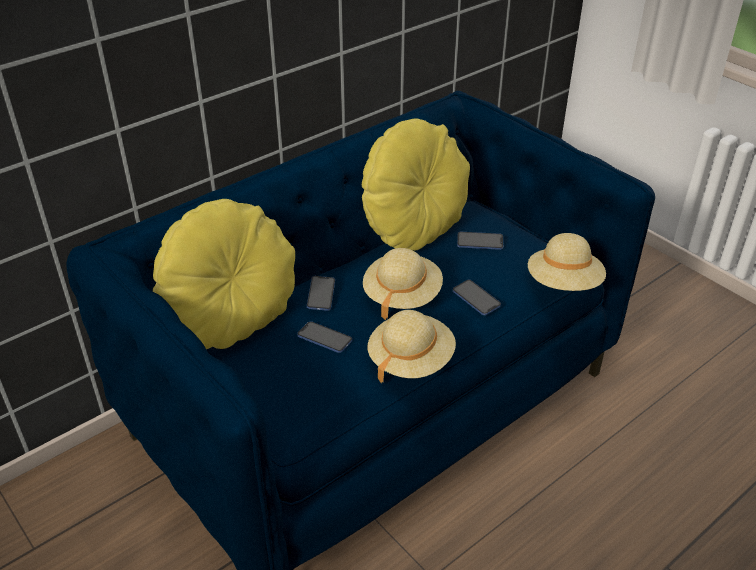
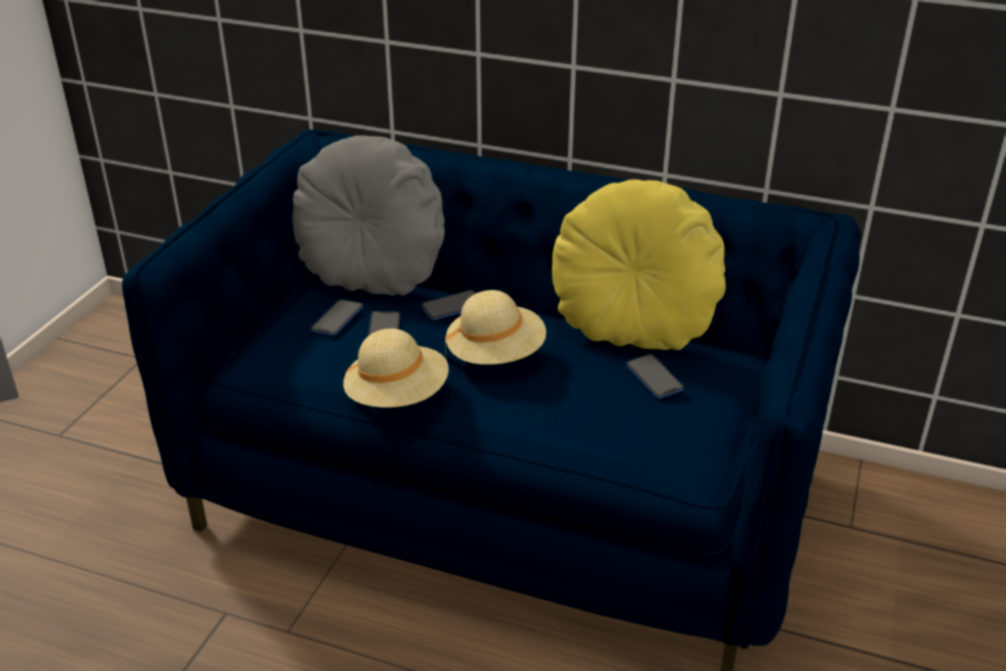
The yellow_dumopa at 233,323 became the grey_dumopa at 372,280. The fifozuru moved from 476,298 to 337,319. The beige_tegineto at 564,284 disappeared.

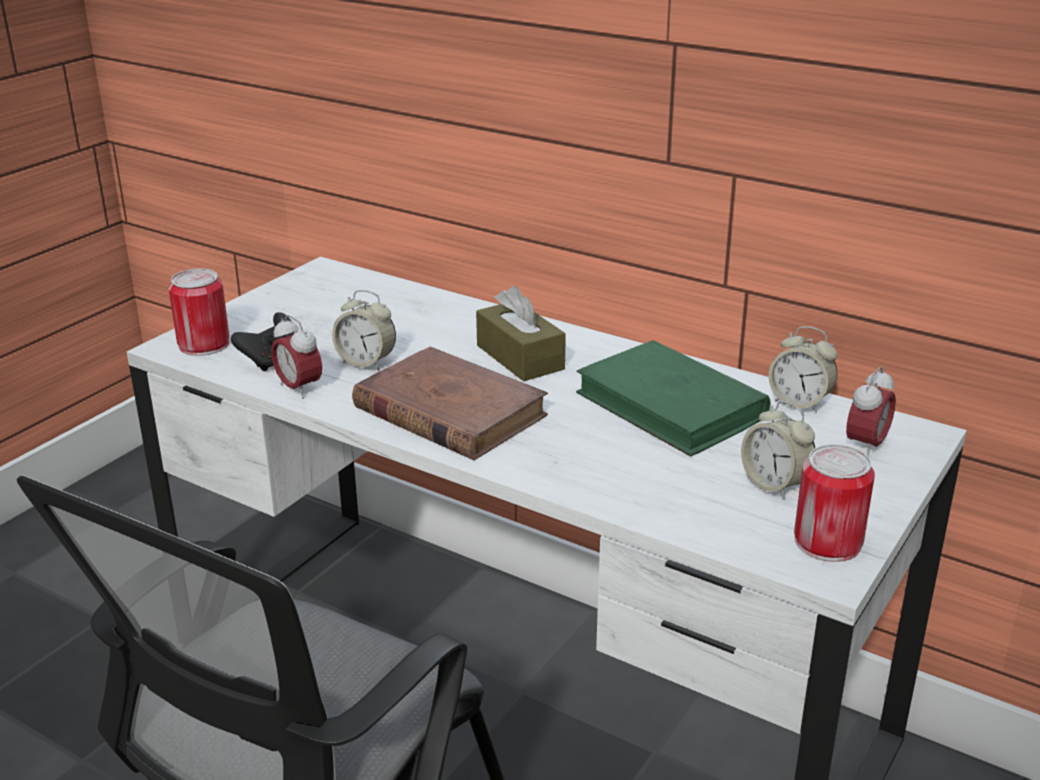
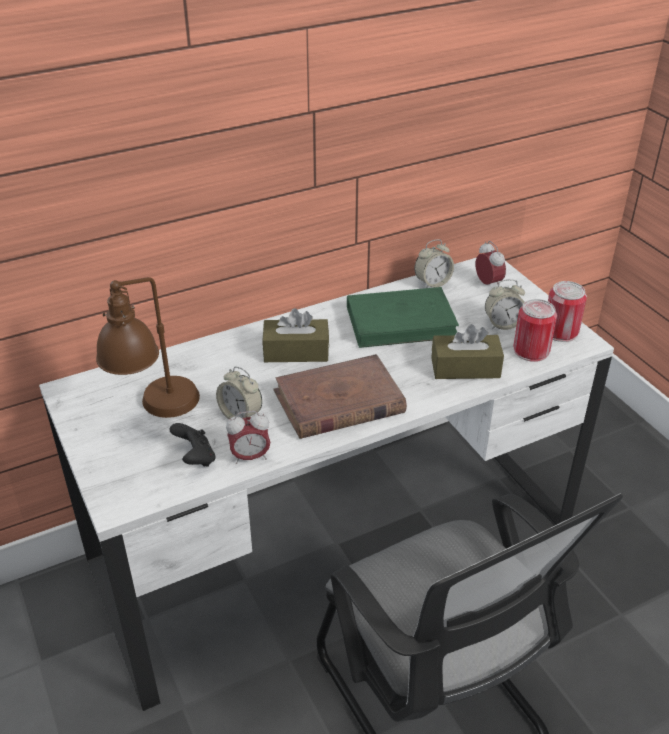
The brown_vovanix at 157,414 appeared. The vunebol at 366,362 turned 75 degrees clockwise. The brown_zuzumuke at 465,368 appeared. The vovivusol moved from 204,344 to 531,350.

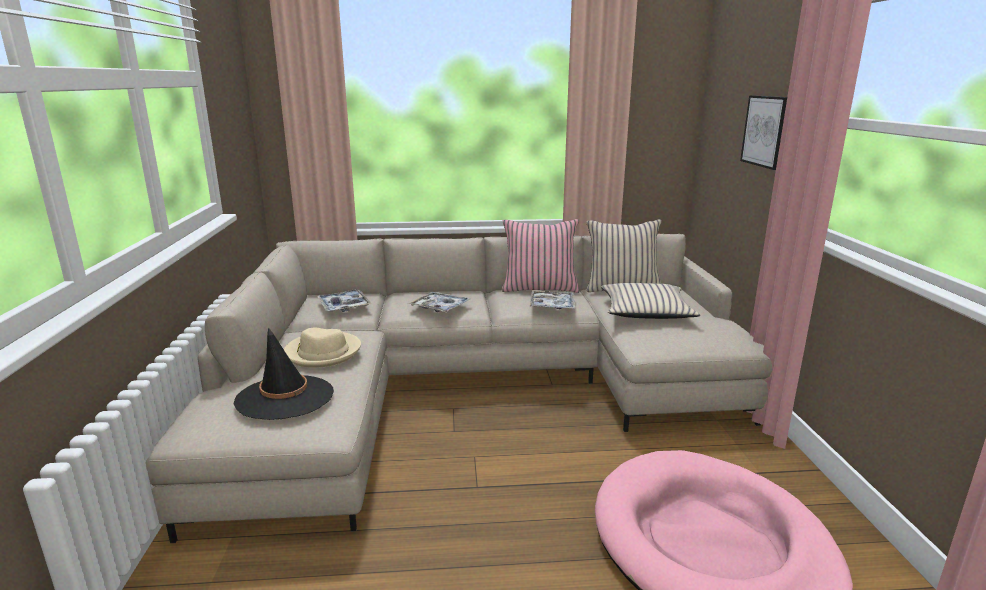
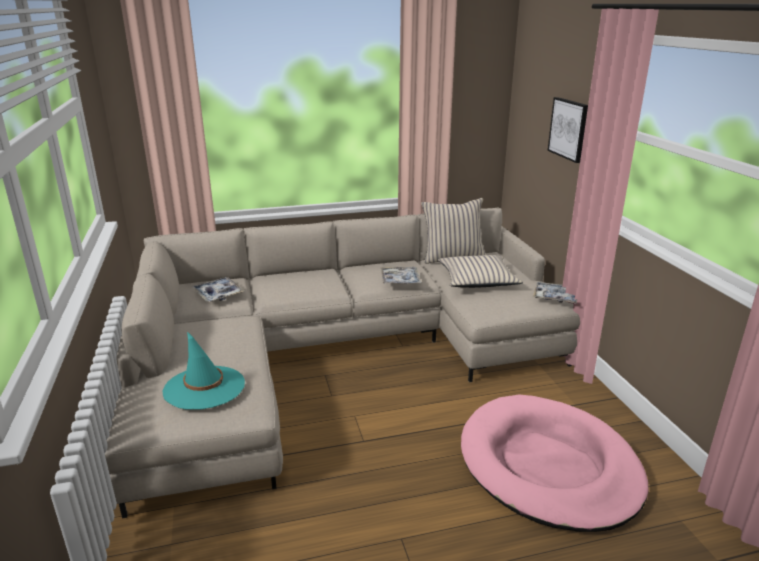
The black_tegineto at 285,397 became the turquoise_tegineto at 204,388. The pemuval moved from 440,307 to 555,297. The beige_tegineto at 322,352 disappeared. The pink_dumopa at 539,288 disappeared.

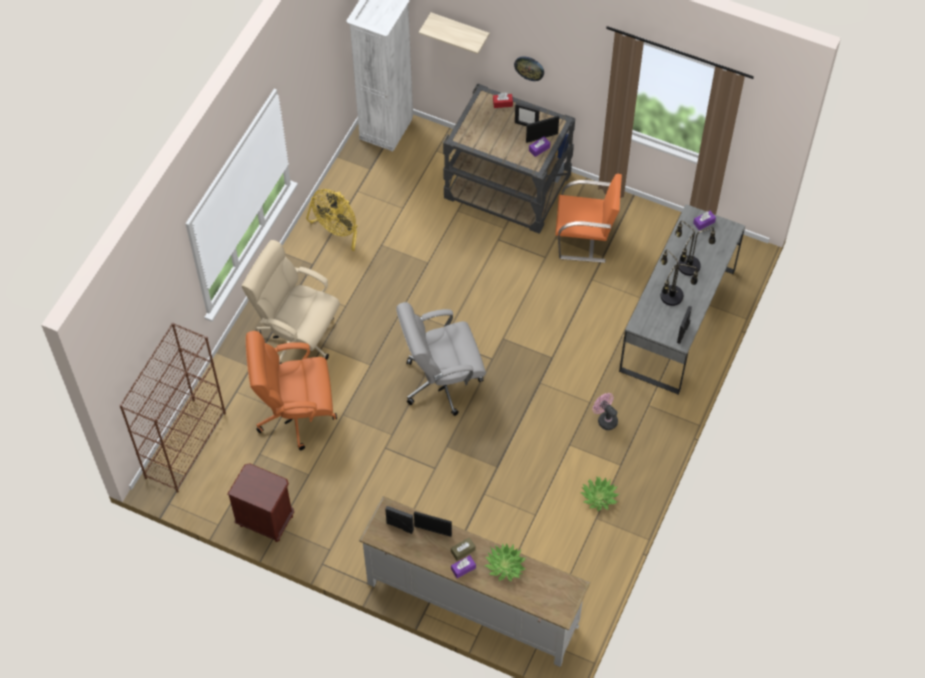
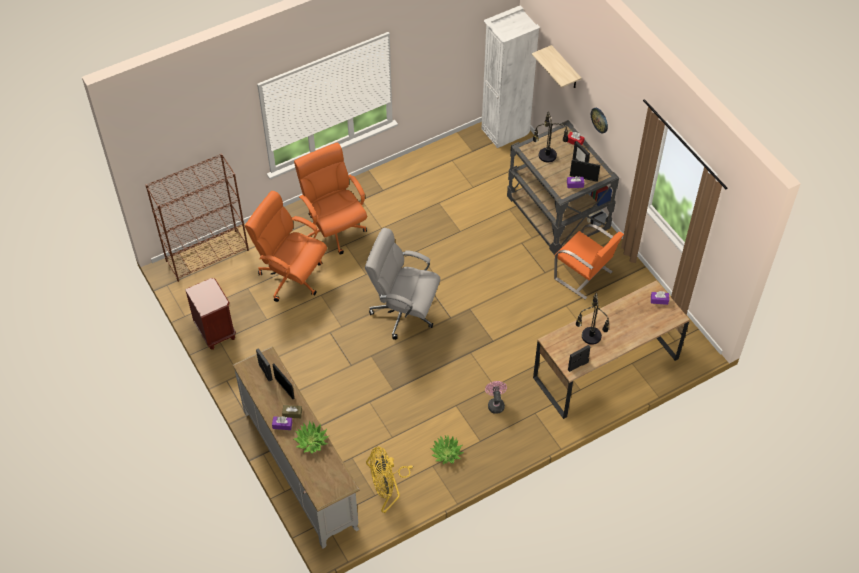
The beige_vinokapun at 297,337 became the orange_vinokapun at 334,230. The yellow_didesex moved from 338,227 to 387,484. The vovanix moved from 688,265 to 547,155. The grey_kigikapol at 677,320 became the brown_kigikapol at 606,368.

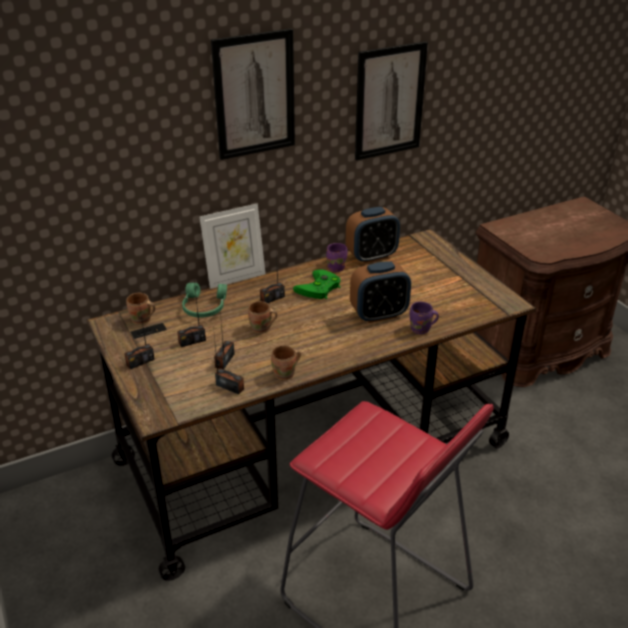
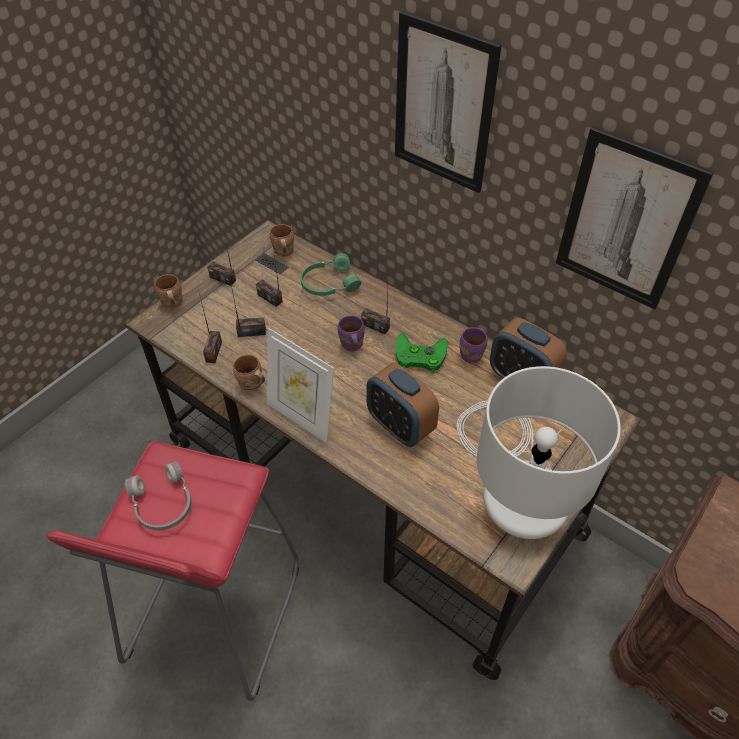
The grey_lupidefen at 162,503 appeared. The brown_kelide moved from 261,329 to 171,304. The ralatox moved from 235,278 to 301,417. The purple_kelide moved from 421,330 to 351,346. The white_vovanix at 510,480 appeared.

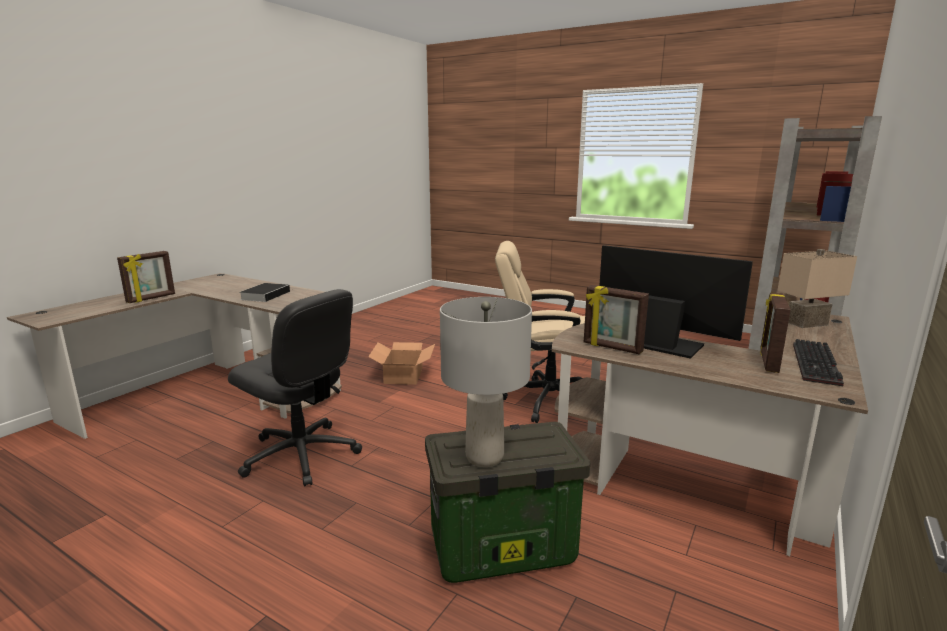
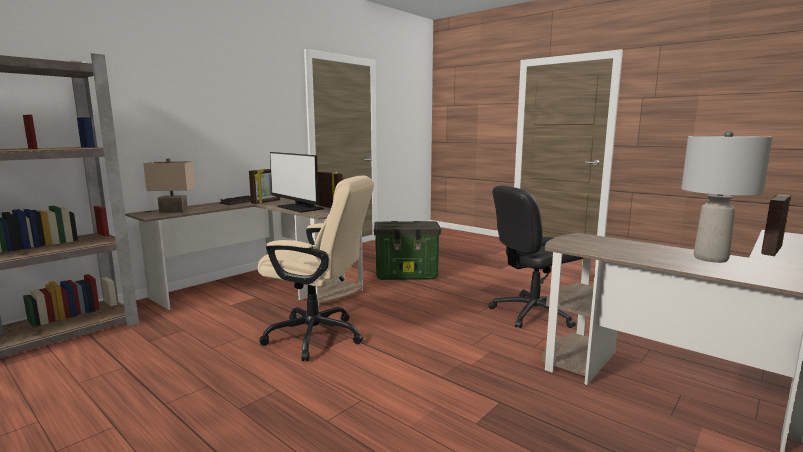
The black_vinokapun at 301,455 turned 60 degrees counterclockwise. The grey_vovanix moved from 484,457 to 710,258. The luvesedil at 266,295 disappeared. The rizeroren at 403,376 disappeared.

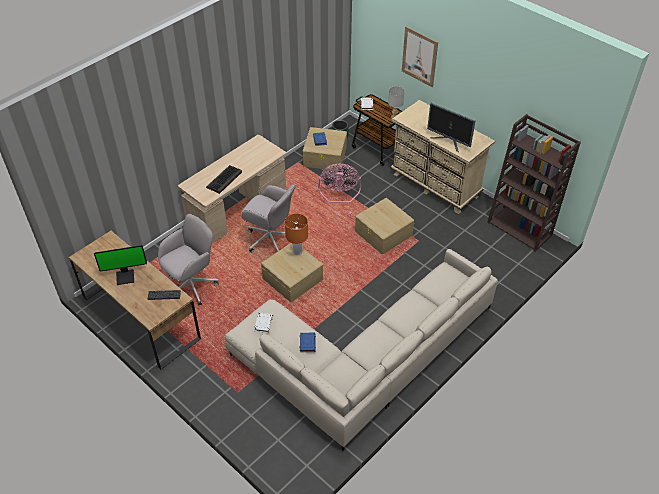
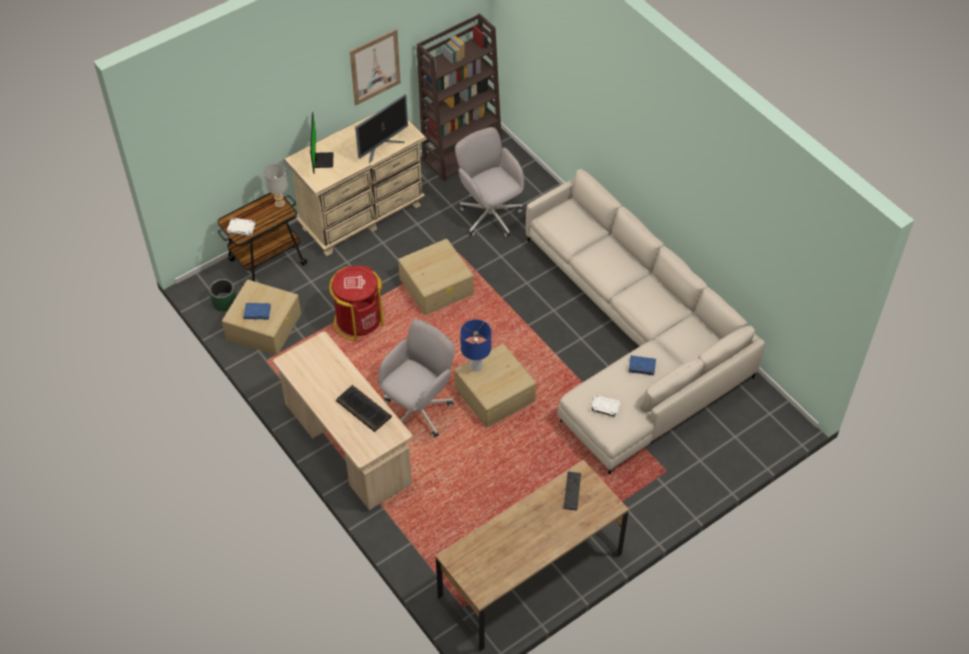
The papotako moved from 125,276 to 321,160. The pink_didesex at 341,198 was replaced by the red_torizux at 358,321. The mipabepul moved from 419,57 to 375,67. The grey_vinokapun moved from 192,286 to 490,216. The orange_vovanix at 297,251 became the blue_vovanix at 476,366.

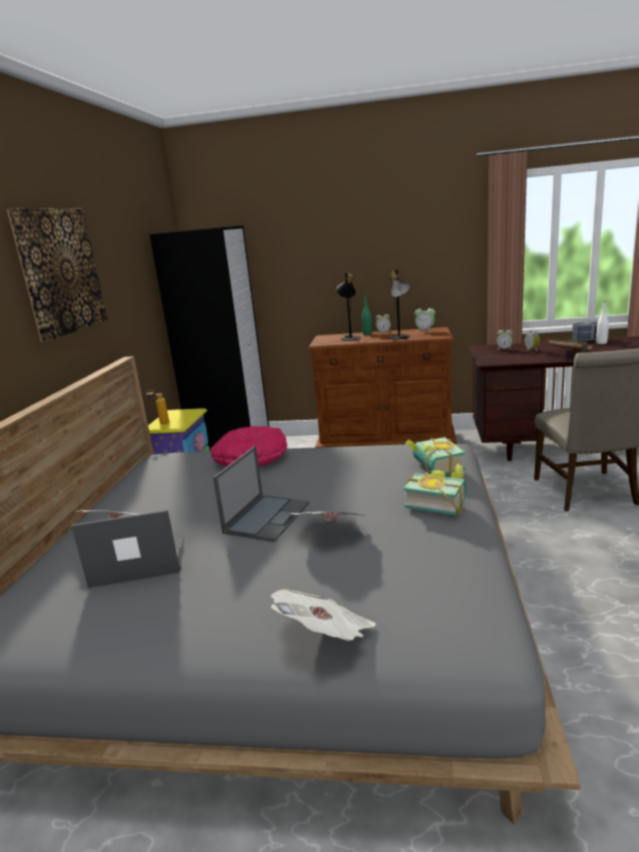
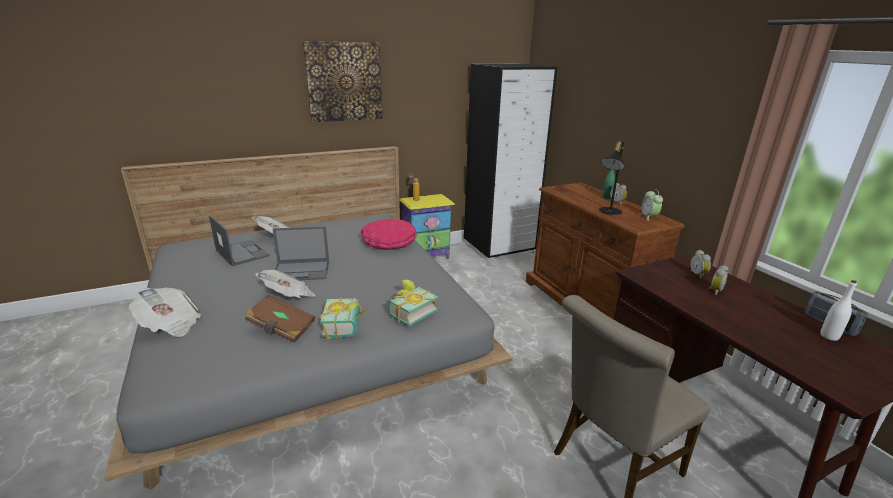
The brown_luvesedil moved from 569,354 to 281,328. The black_vovanix at 350,337 disappeared.

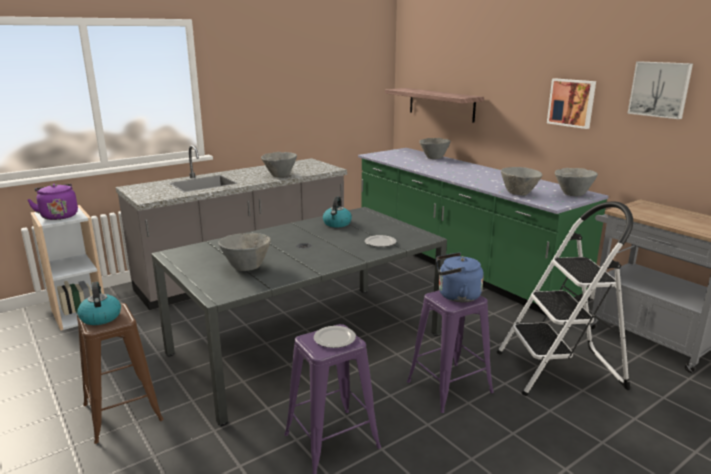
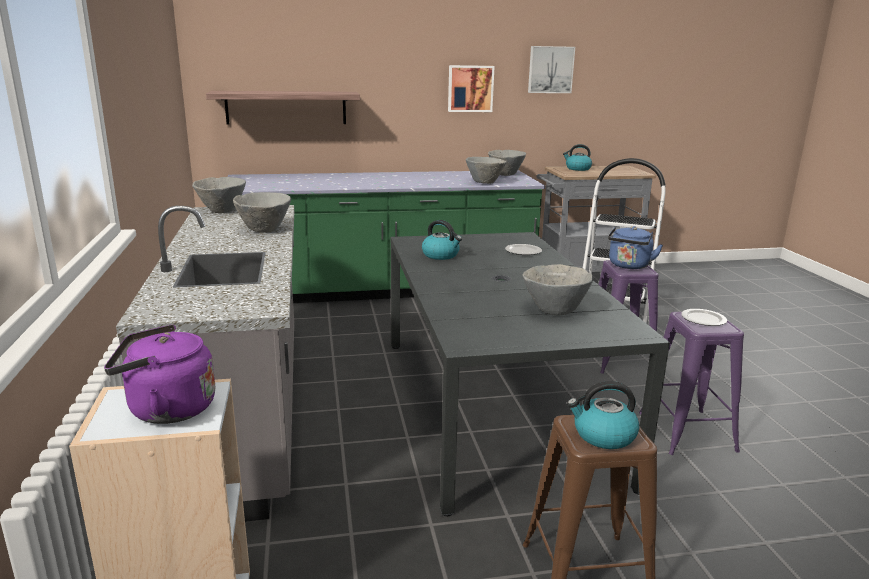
The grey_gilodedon moved from 433,158 to 222,211. The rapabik at 577,169 appeared.

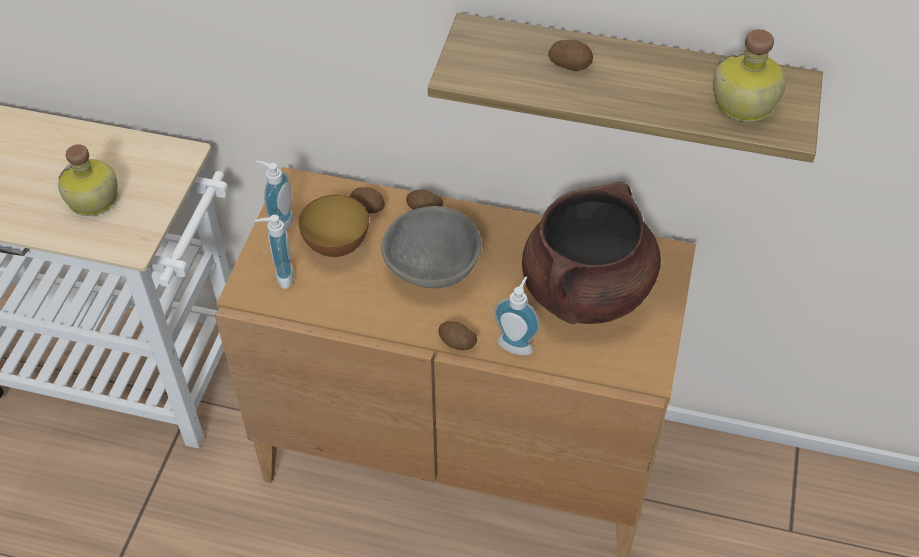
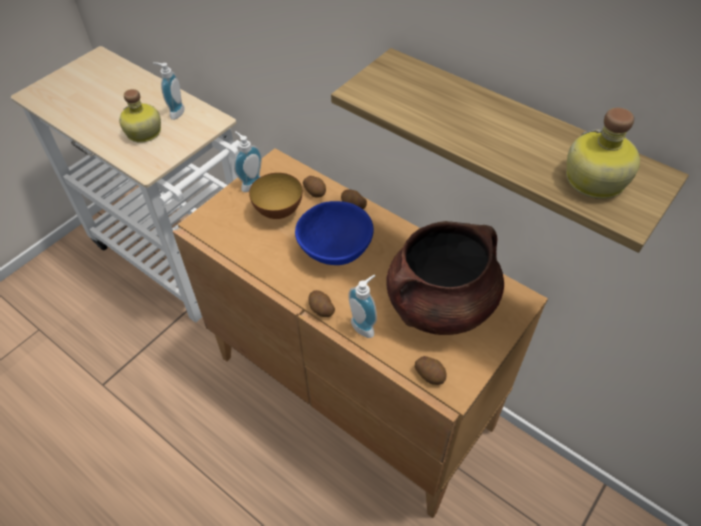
The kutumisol moved from 280,275 to 175,112. The grey_gilodedon at 430,267 became the blue_gilodedon at 334,248. The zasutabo moved from 570,64 to 430,374.

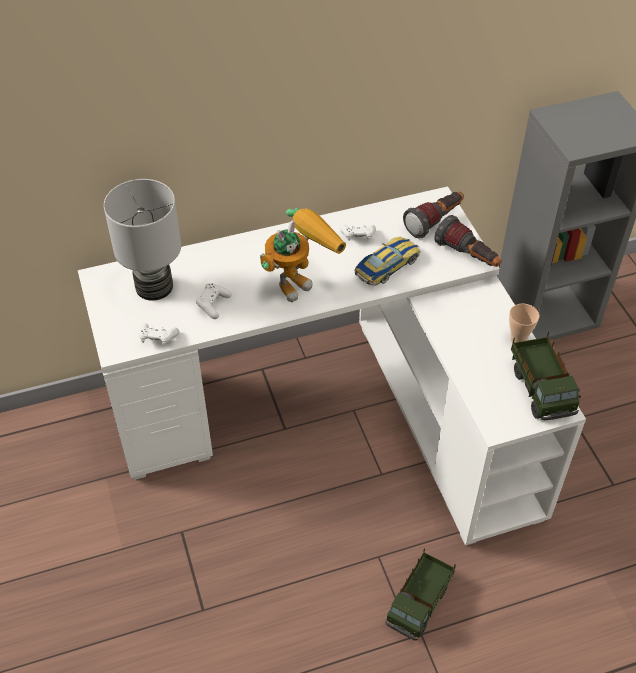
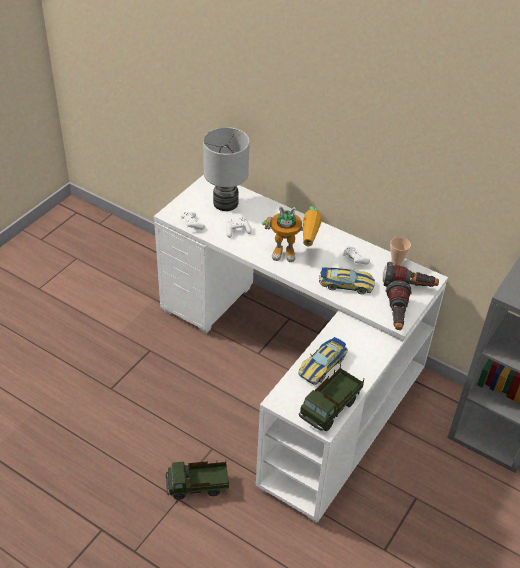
The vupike at 322,365 appeared. The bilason moved from 518,339 to 396,262.

